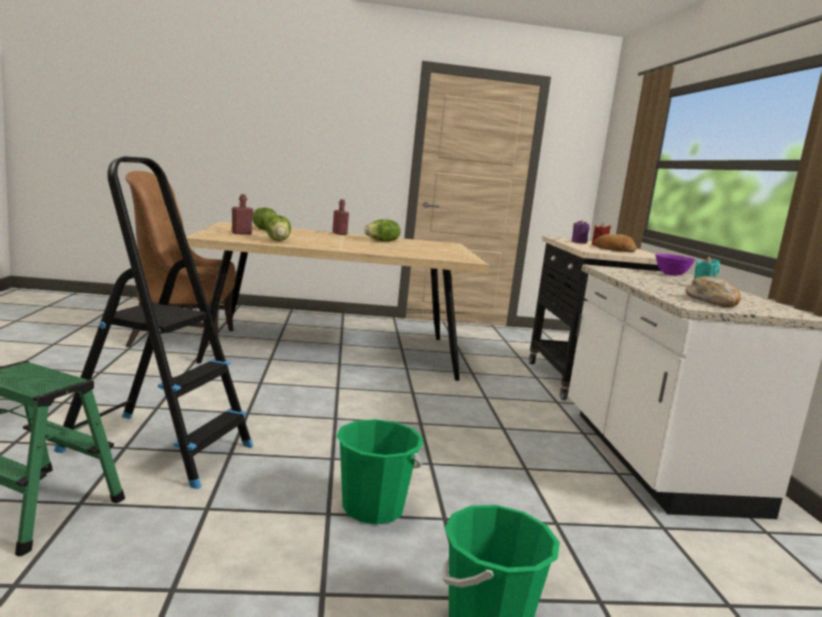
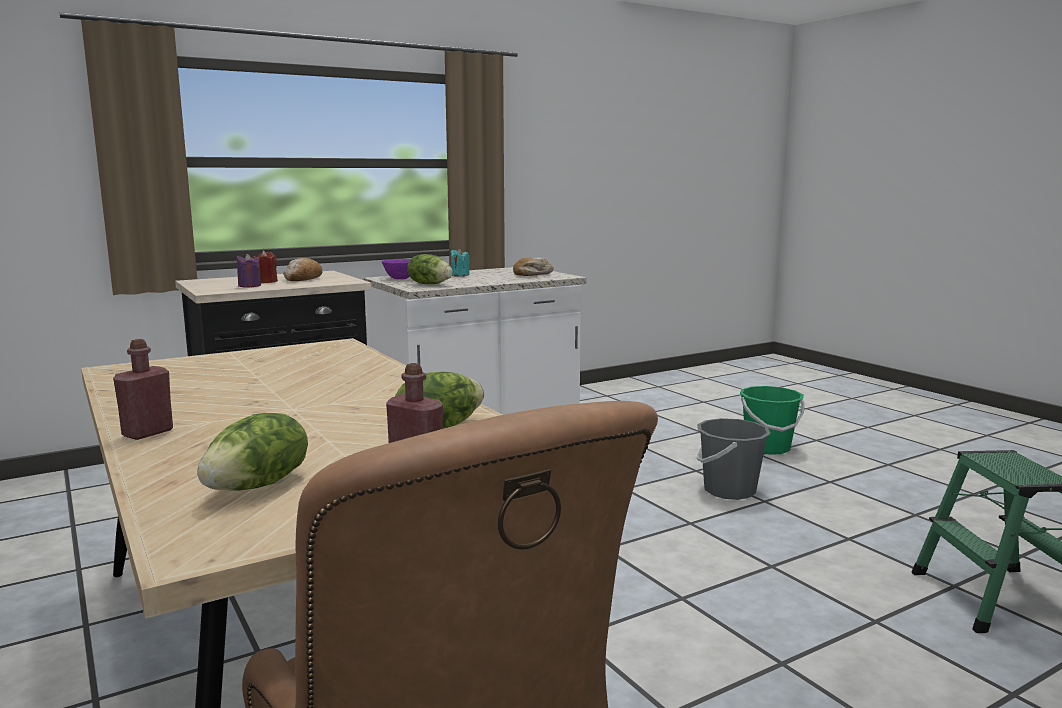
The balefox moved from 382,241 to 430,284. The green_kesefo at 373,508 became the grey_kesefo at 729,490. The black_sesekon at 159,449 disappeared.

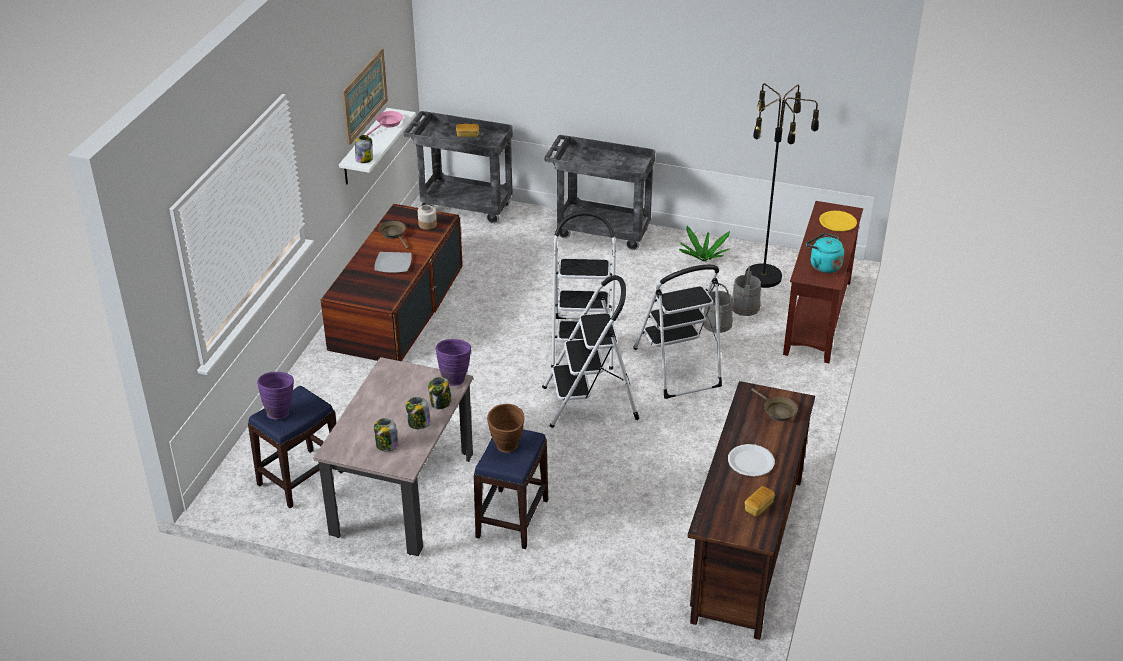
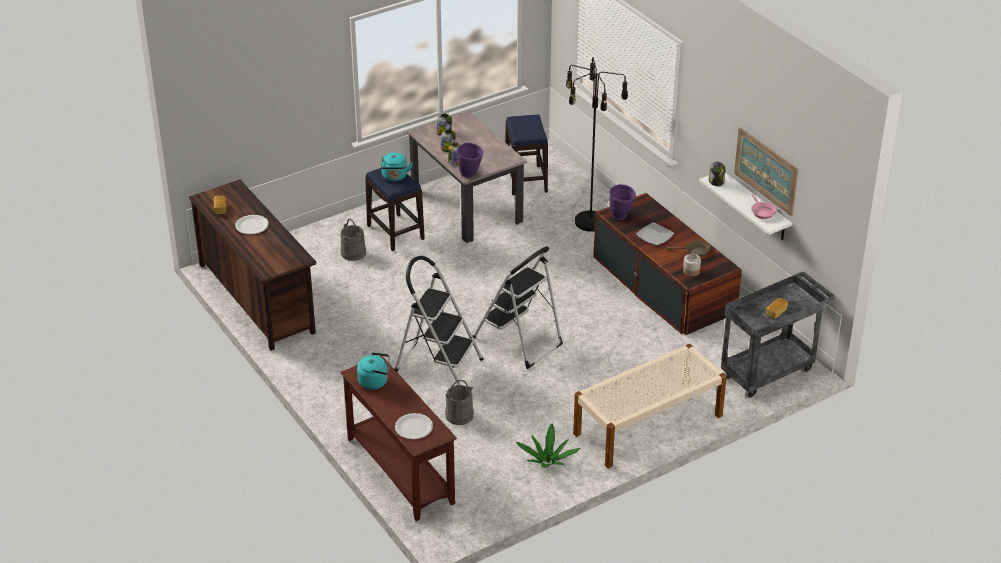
The grey_kesefo moved from 745,307 to 353,253. The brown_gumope at 507,449 was replaced by the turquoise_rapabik at 395,177. The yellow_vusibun at 837,222 became the white_vusibun at 413,427. The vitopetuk moved from 764,277 to 589,222. The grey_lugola at 598,234 was replaced by the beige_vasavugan at 648,425. The purple_gumope moved from 280,411 to 621,217. The sesekon at 593,403 disappeared. The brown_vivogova at 777,411 disappeared.

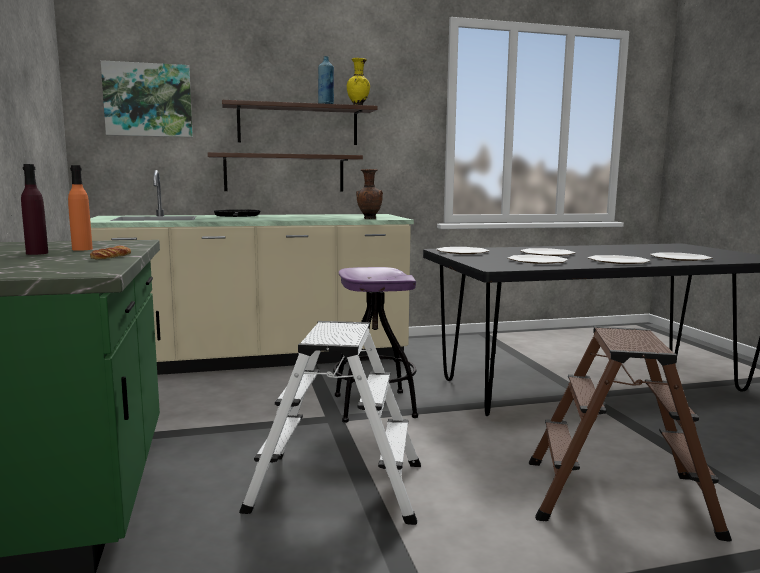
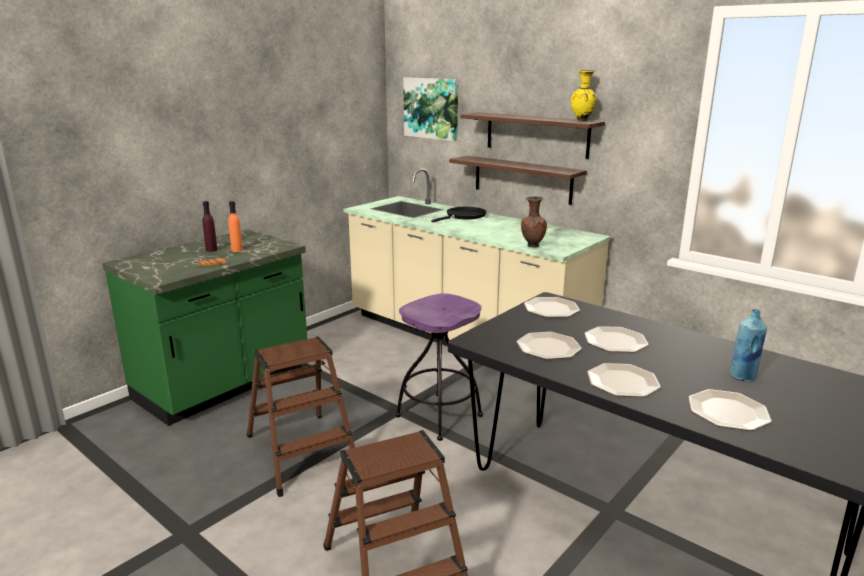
The white_sesekon at 336,487 became the brown_sesekon at 301,451. The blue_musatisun moved from 326,105 to 743,377.

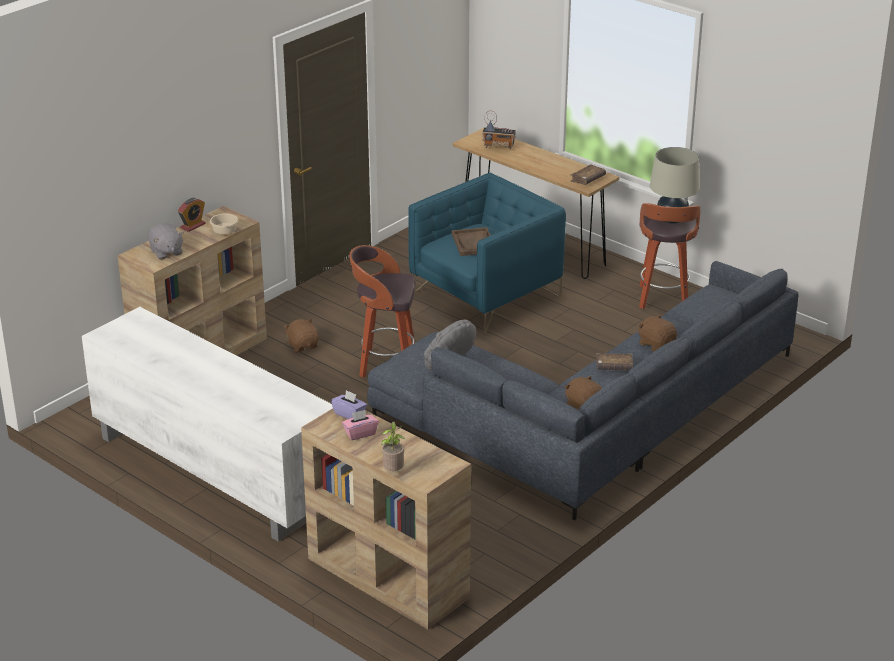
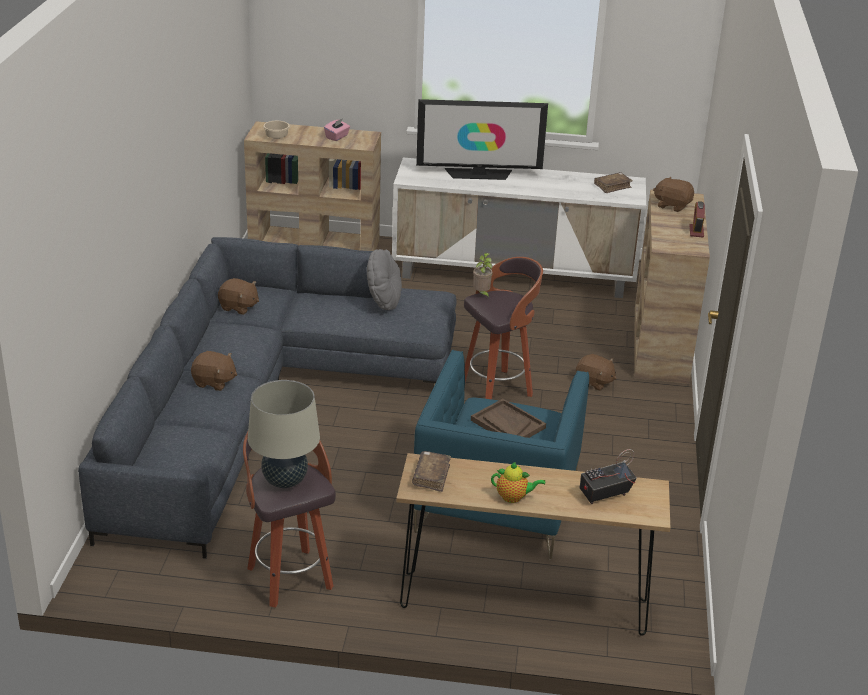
The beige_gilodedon moved from 225,232 to 276,137. The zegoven at 478,174 appeared. The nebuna moved from 393,471 to 482,294. The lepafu at 514,497 appeared. The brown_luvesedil moved from 614,367 to 612,186. The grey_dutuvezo at 166,252 became the brown_dutuvezo at 672,205. The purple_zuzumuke at 349,414 disappeared.

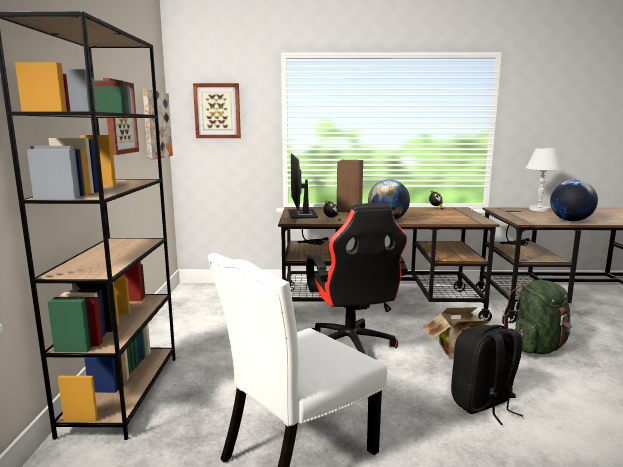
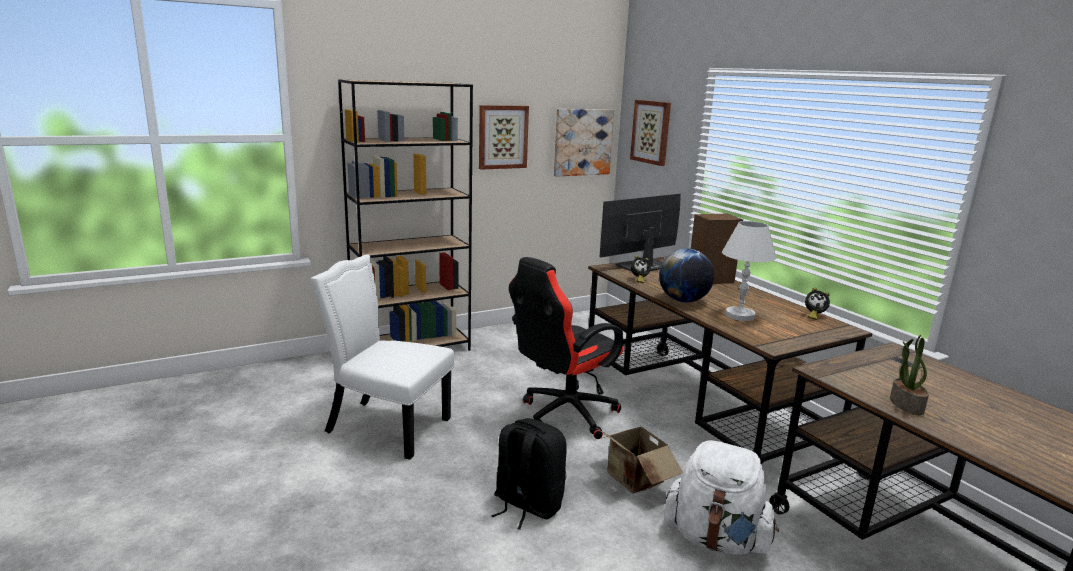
The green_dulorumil at 537,347 became the white_dulorumil at 716,539. The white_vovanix moved from 538,209 to 740,315. The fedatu at 571,221 was replaced by the nebuna at 905,405.

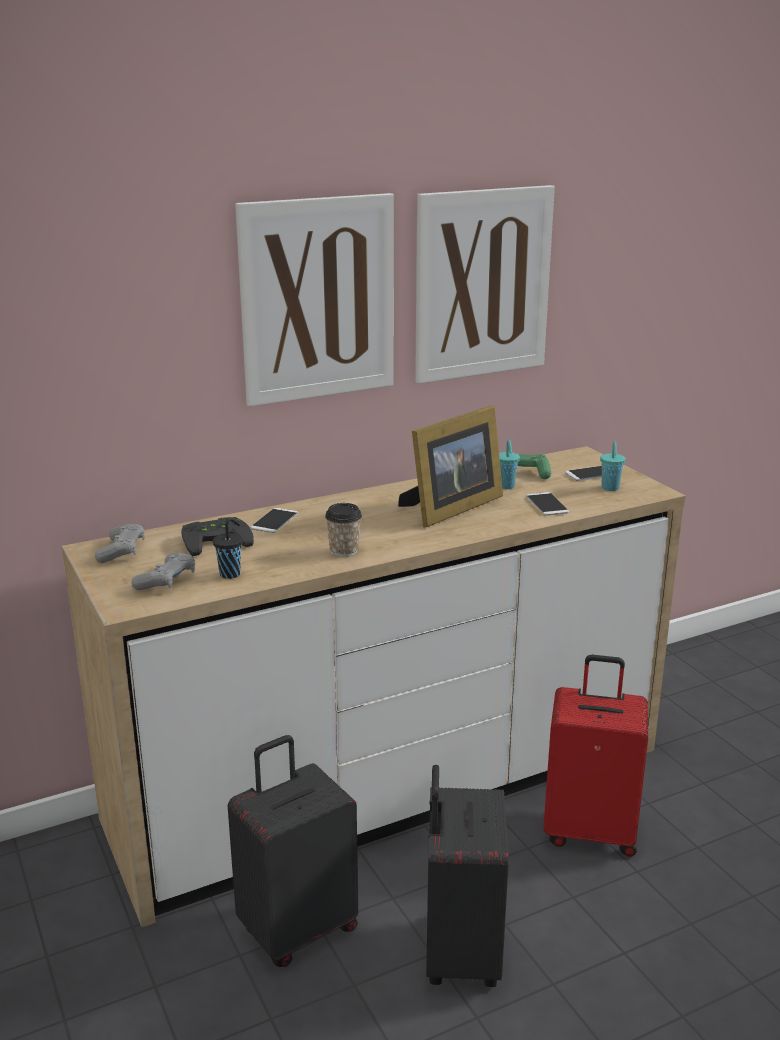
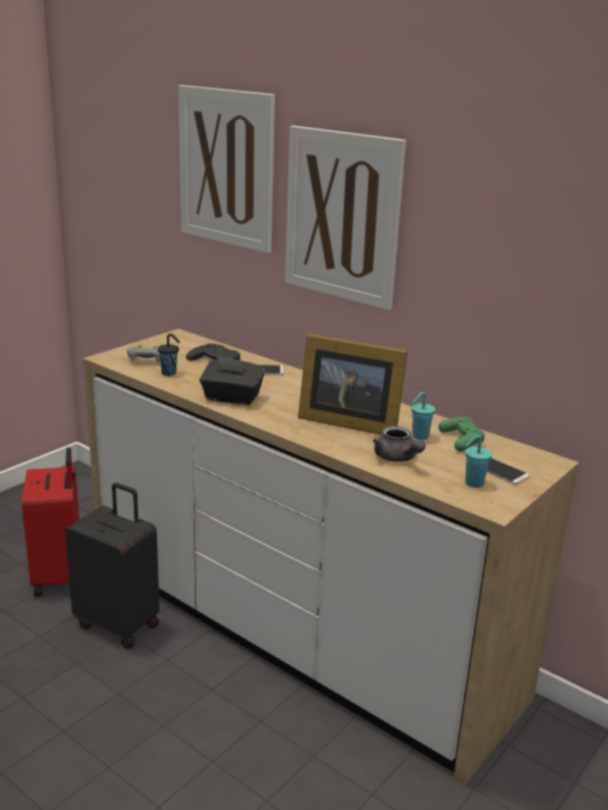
The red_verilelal moved from 590,830 to 60,576. The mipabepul moved from 482,284 to 226,168. The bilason at 344,551 was replaced by the black_zuzumuke at 231,398. The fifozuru at 547,504 was replaced by the grey_lepafu at 397,458. The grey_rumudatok at 122,551 disappeared. The black_verilelal at 459,953 disappeared.

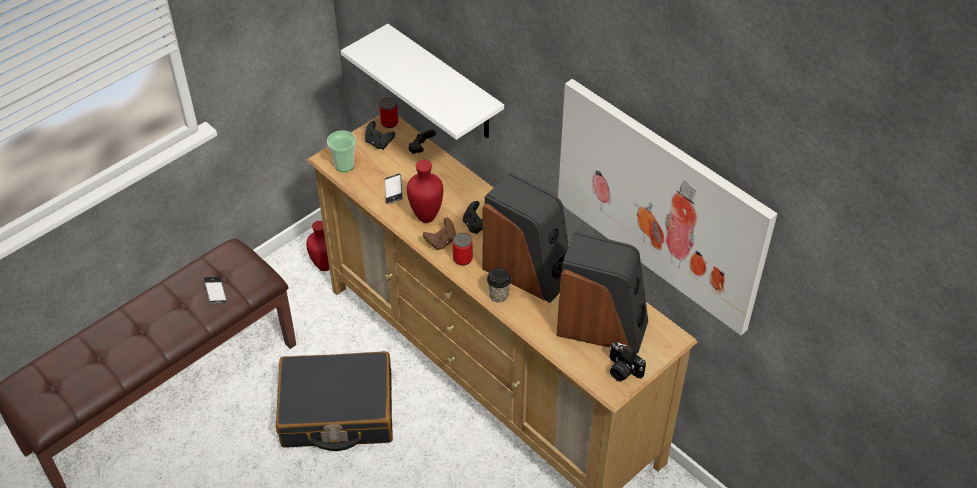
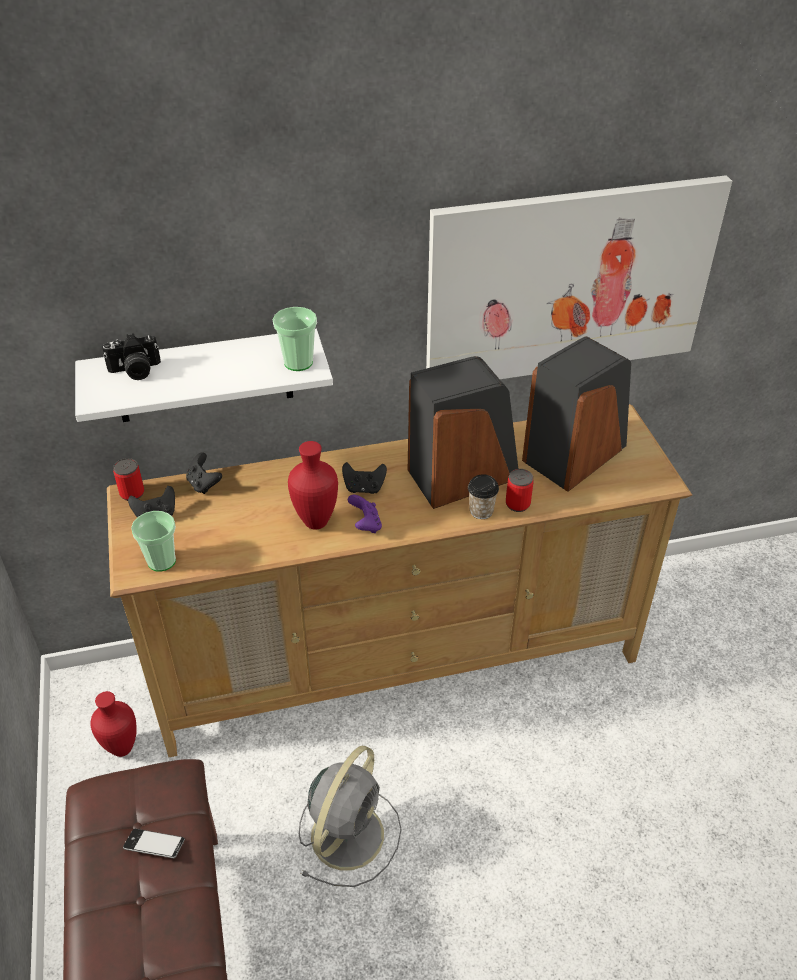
The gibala moved from 622,370 to 135,371. The bilason at 298,362 appeared. The black_verilelal at 337,411 was replaced by the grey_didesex at 349,832. The brown_rumudatok at 441,242 became the purple_rumudatok at 365,525. The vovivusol moved from 462,259 to 517,504. The fifozuru at 393,191 disappeared.

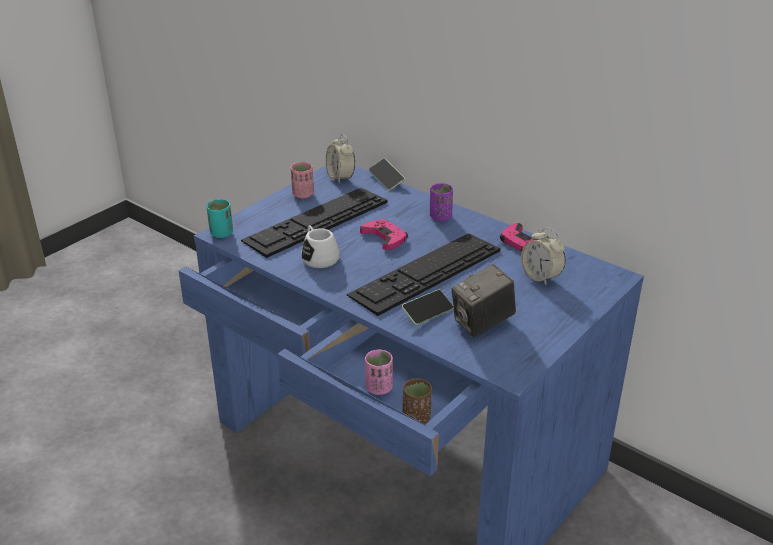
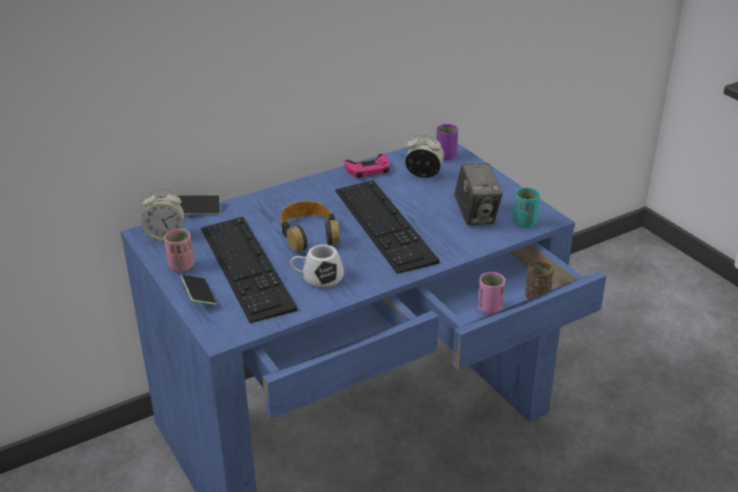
The fifozuru moved from 427,313 to 199,296. The pink_rumudatok at 384,237 was replaced by the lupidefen at 309,234. The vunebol at 541,277 turned 150 degrees counterclockwise. The purple_bilason moved from 440,217 to 446,156. The turquoise_bilason moved from 221,233 to 524,223.

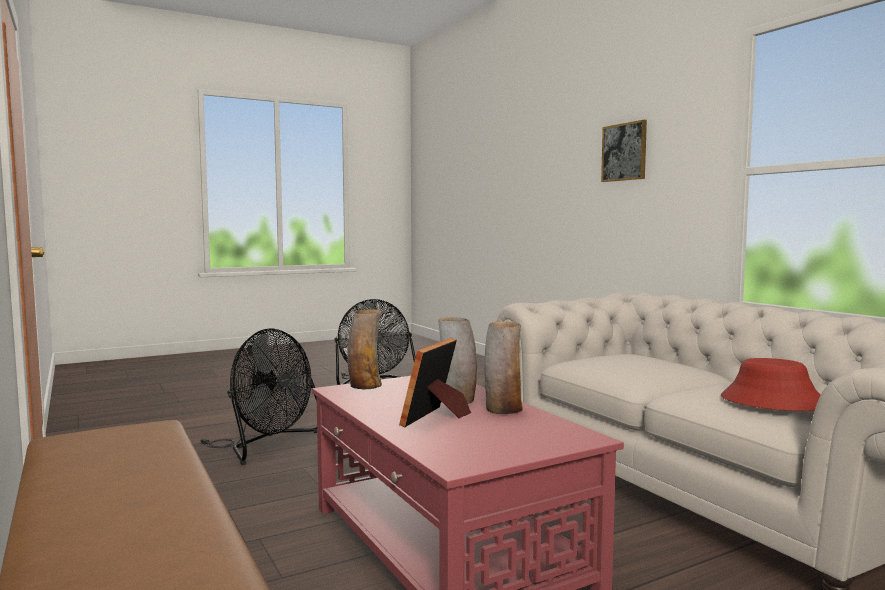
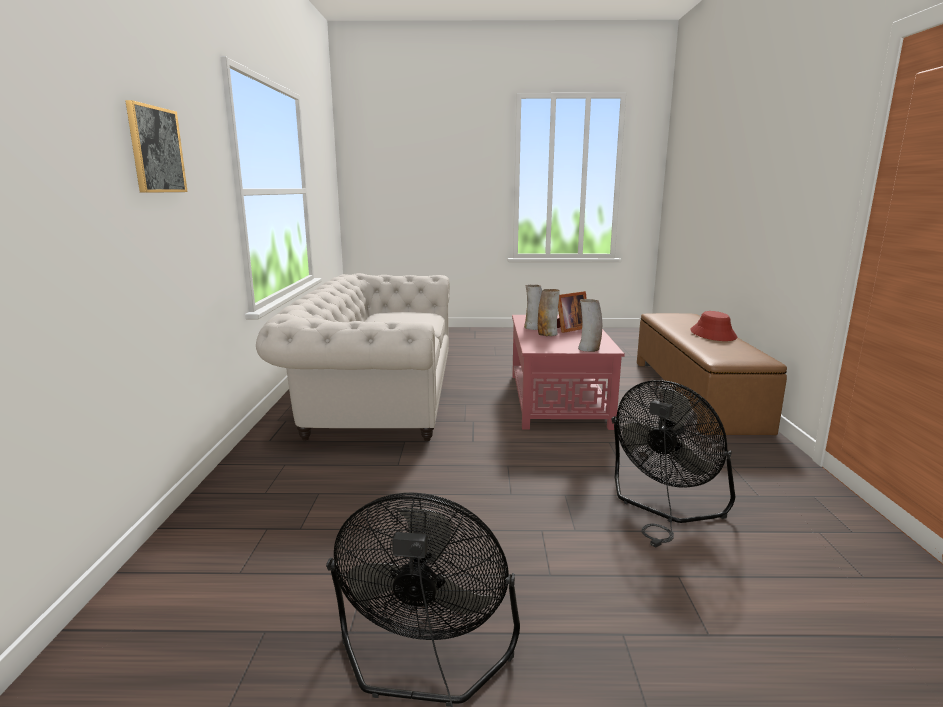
The black_didesex at 263,445 turned 75 degrees clockwise. The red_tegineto moved from 772,402 to 713,334.

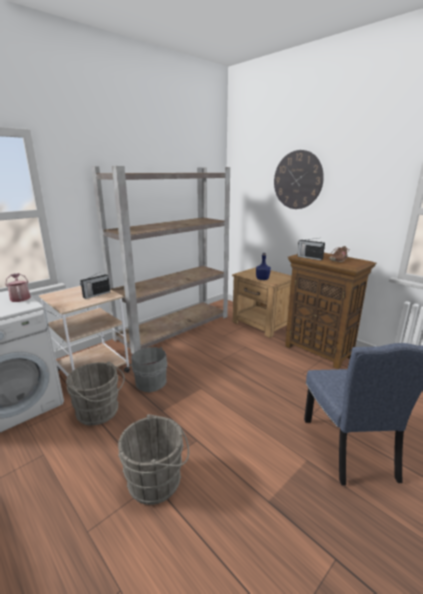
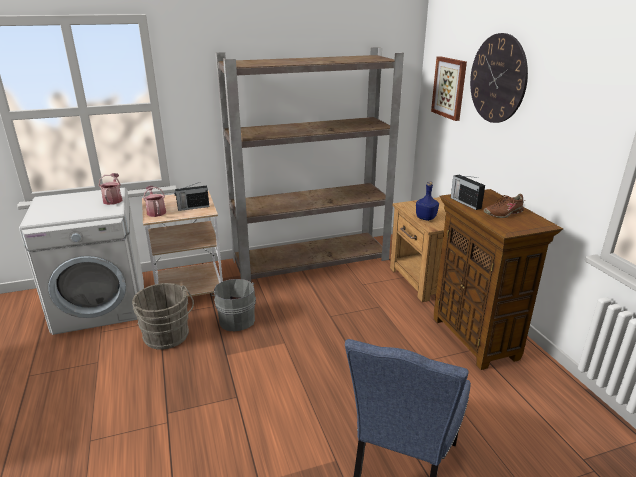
The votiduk at 156,212 appeared. The mipabepul at 449,88 appeared. The grey_kesefo at 158,480 disappeared.

